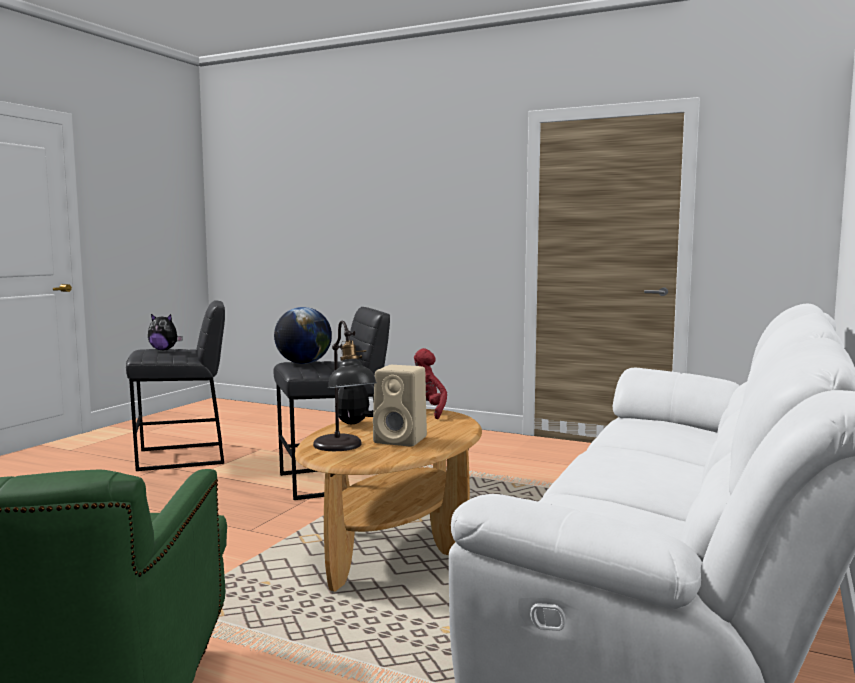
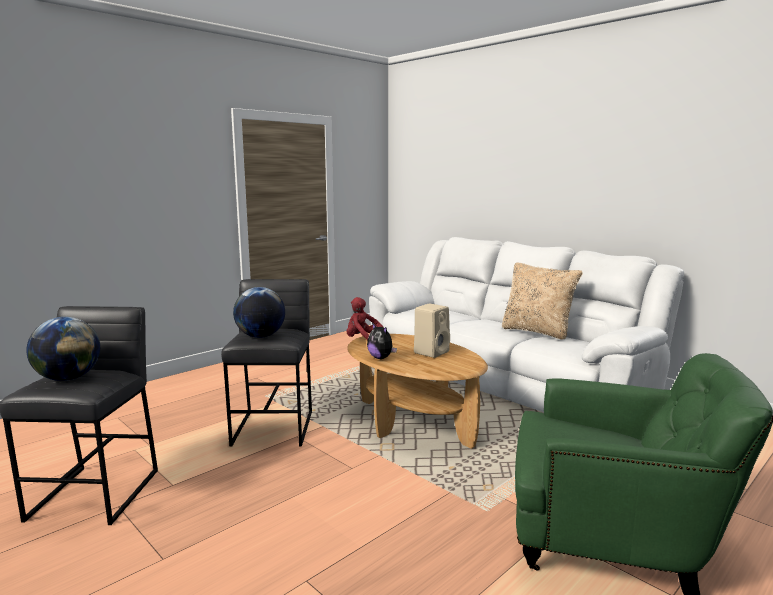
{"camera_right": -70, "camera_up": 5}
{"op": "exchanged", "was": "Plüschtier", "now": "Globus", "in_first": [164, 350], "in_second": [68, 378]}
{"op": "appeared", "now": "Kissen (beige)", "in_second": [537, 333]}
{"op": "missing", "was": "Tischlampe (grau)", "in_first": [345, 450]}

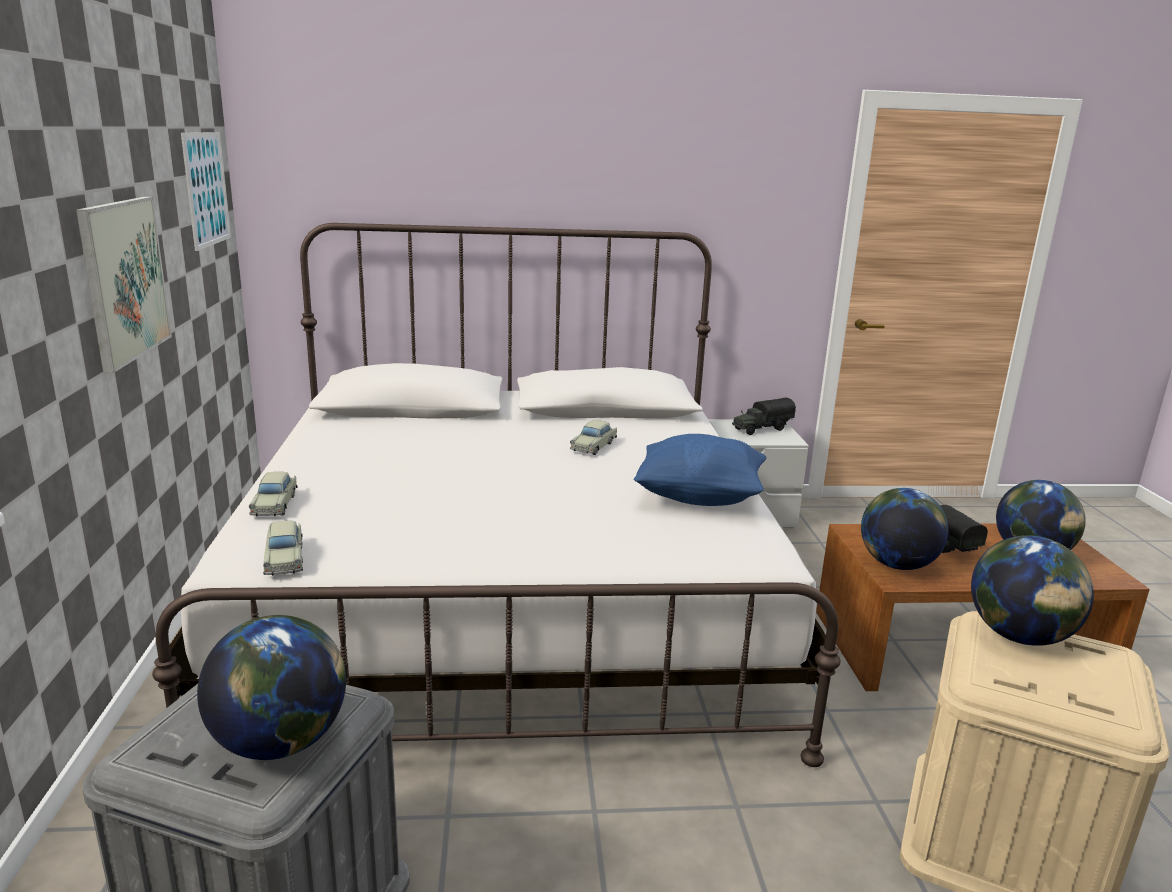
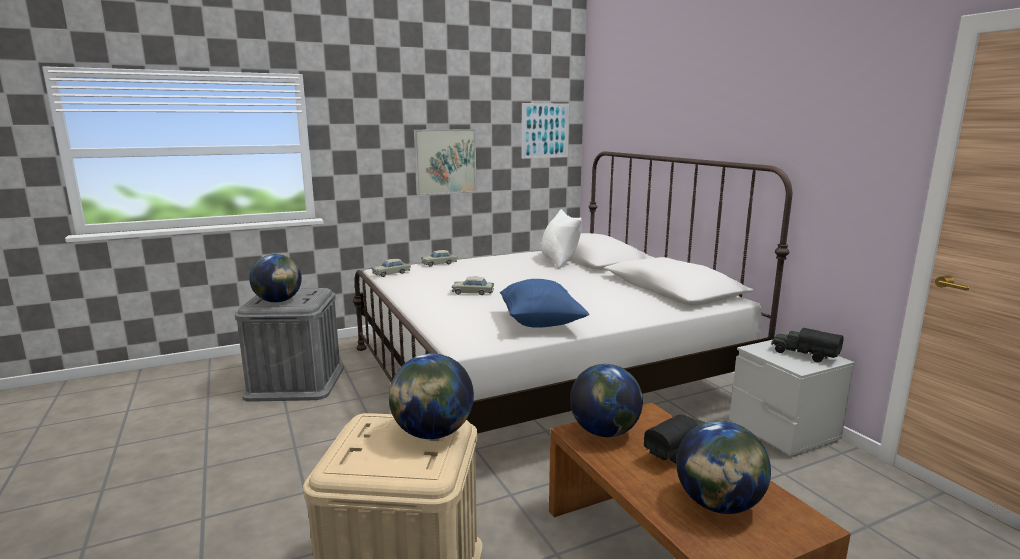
{"camera_right": 70, "camera_up": -5}
{"op": "relocated", "was": "Spielzeugauto (beige)", "in_first": [594, 446], "in_second": [472, 292]}
{"op": "appeared", "now": "Kissen (weiß)", "in_second": [559, 261]}

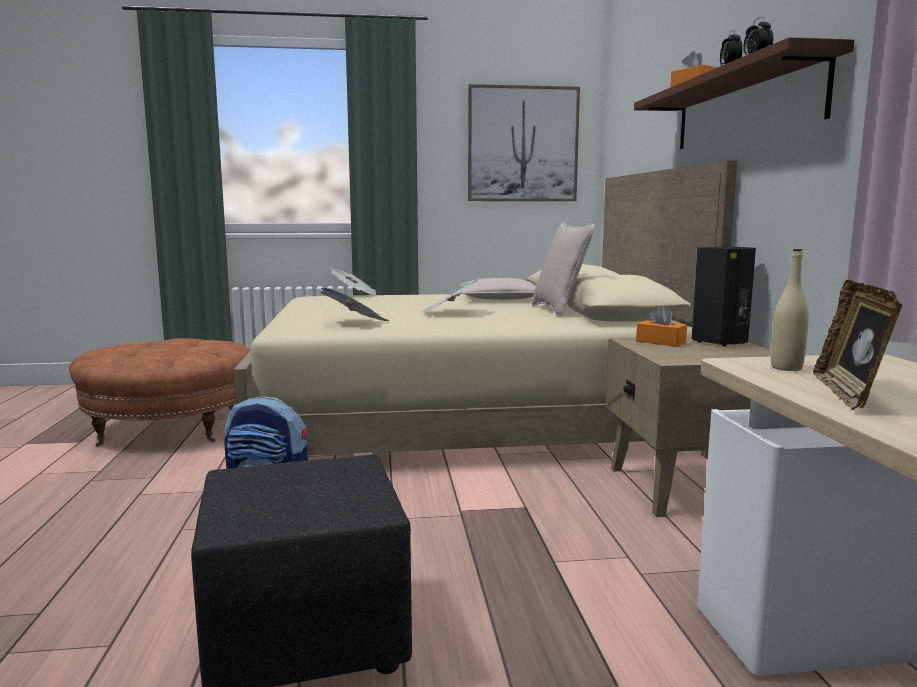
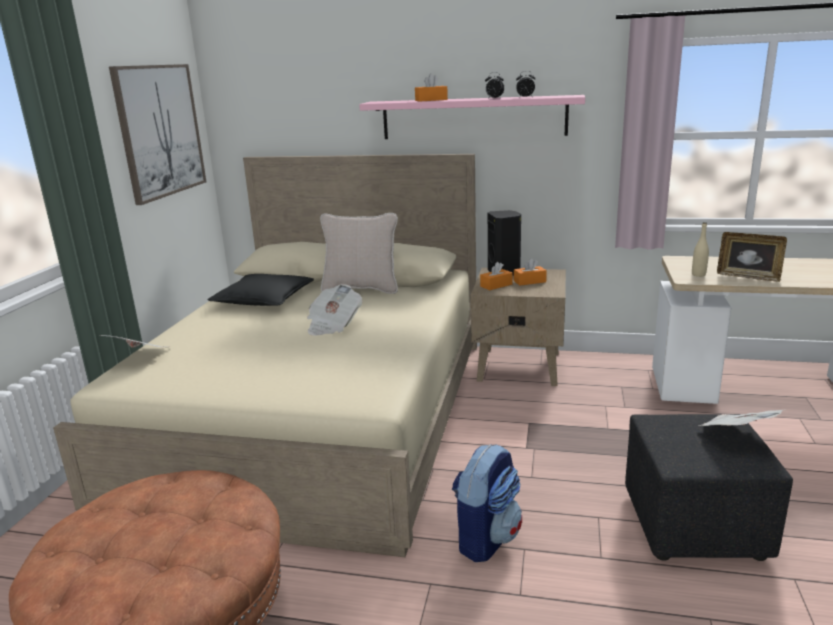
{"camera_right": -70, "camera_up": 10}
{"op": "colour", "was": "Kissen (beige)", "now": "Kissen (schwarz)", "in_first": [500, 298], "in_second": [263, 298]}
{"op": "colour", "was": "Wandregal (braun)", "now": "Wandregal (rosa)", "in_first": [743, 107], "in_second": [473, 118]}
{"op": "appeared", "now": "Taschentuchbox (orange)", "in_second": [529, 281]}
{"op": "relocated", "was": "Zeitung", "in_first": [355, 323], "in_second": [737, 435]}

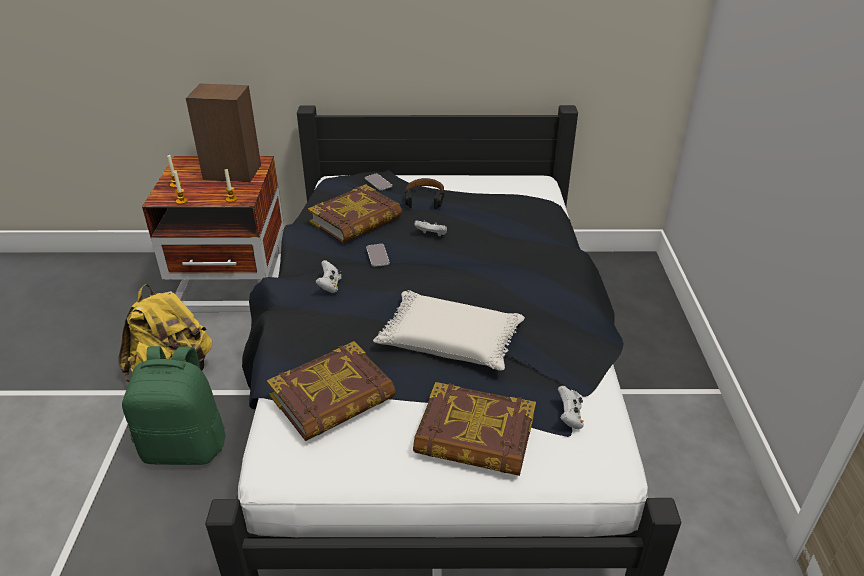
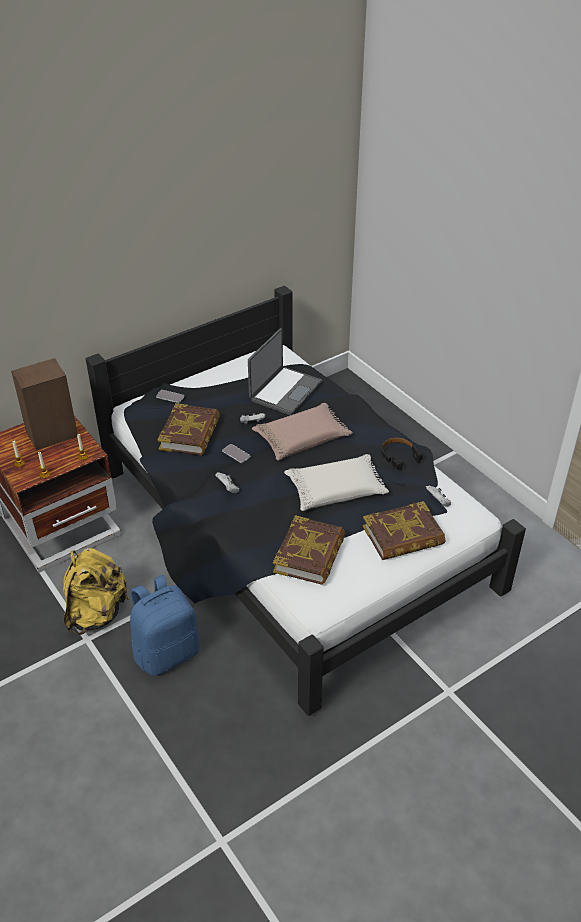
{"camera_right": -35, "camera_up": 5}
{"op": "colour", "was": "Rucksack (grün)", "now": "Rucksack (blau)", "in_first": [186, 446], "in_second": [167, 652]}
{"op": "appeared", "now": "Laptop", "in_second": [284, 391]}
{"op": "appeared", "now": "Kissen (beige)", "in_second": [302, 436]}
{"op": "relocated", "was": "Kopfhörer (schwarz)", "in_first": [424, 198], "in_second": [399, 456]}

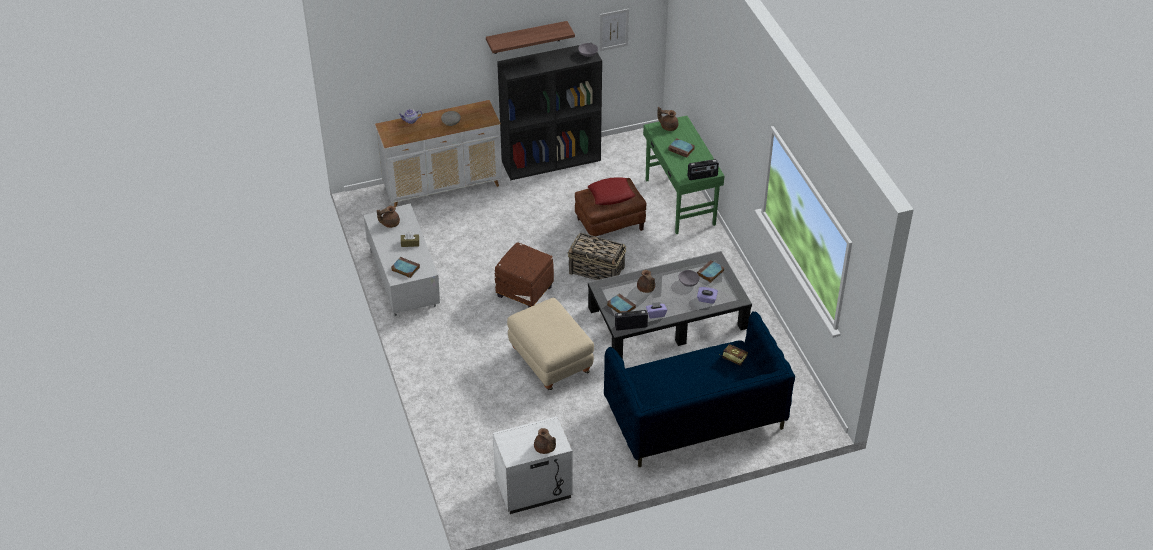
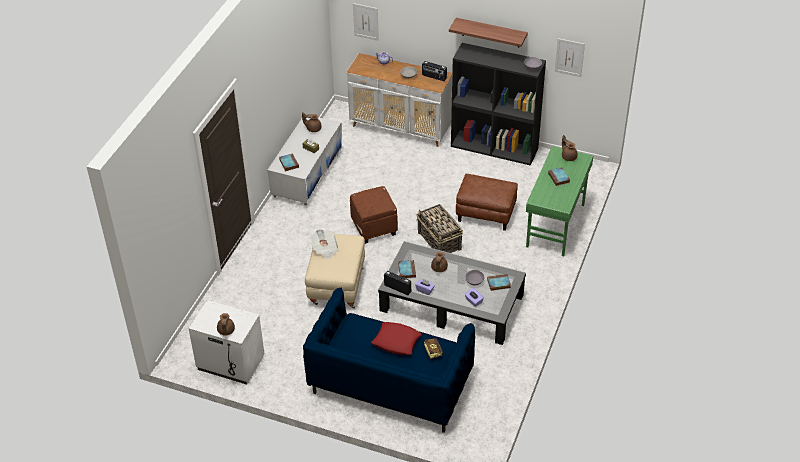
{"camera_right": 40, "camera_up": 0}
{"op": "appeared", "now": "Zeitung", "in_second": [325, 249]}
{"op": "appeared", "now": "Bild", "in_second": [366, 21]}
{"op": "relocated", "was": "Kissen (rot)", "in_first": [611, 195], "in_second": [396, 341]}
{"op": "relocated", "was": "Radio", "in_first": [702, 176], "in_second": [434, 77]}

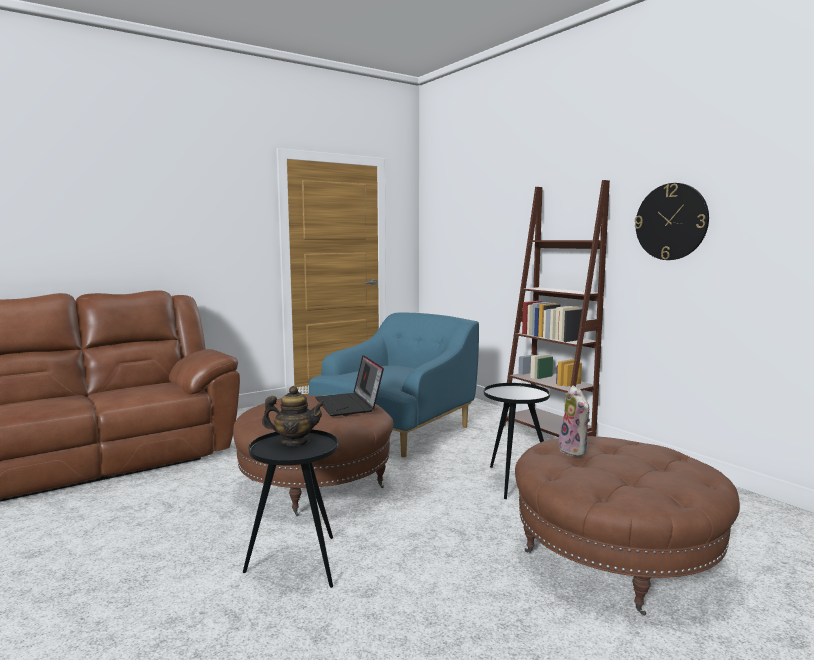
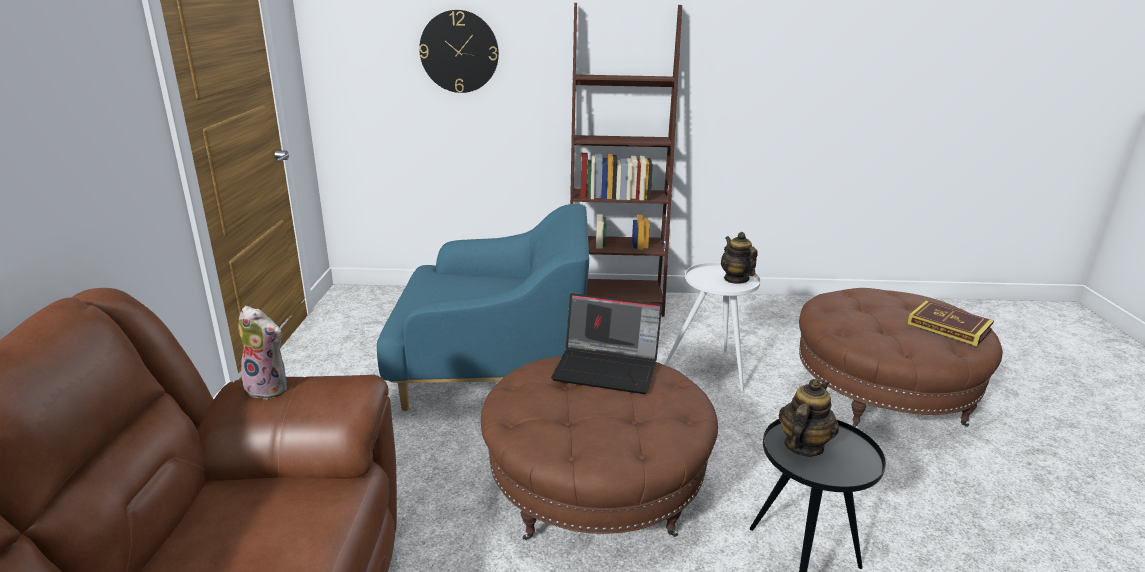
{"camera_right": -55, "camera_up": 15}
{"op": "relocated", "was": "Plüschtier", "in_first": [575, 451], "in_second": [270, 388]}
{"op": "spun", "was": "Sessel (blau)", "in_first": [397, 429], "in_second": [492, 369], "clockwise": 105}
{"op": "relocated", "was": "Wanduhr", "in_first": [671, 222], "in_second": [459, 52]}
{"op": "colour", "was": "Beistelltisch (schwarz)", "now": "Beistelltisch (weiß)", "in_first": [513, 482], "in_second": [711, 371]}
{"op": "appeared", "now": "Teekanne", "in_second": [736, 279]}
{"op": "appeared", "now": "Buch", "in_second": [948, 327]}

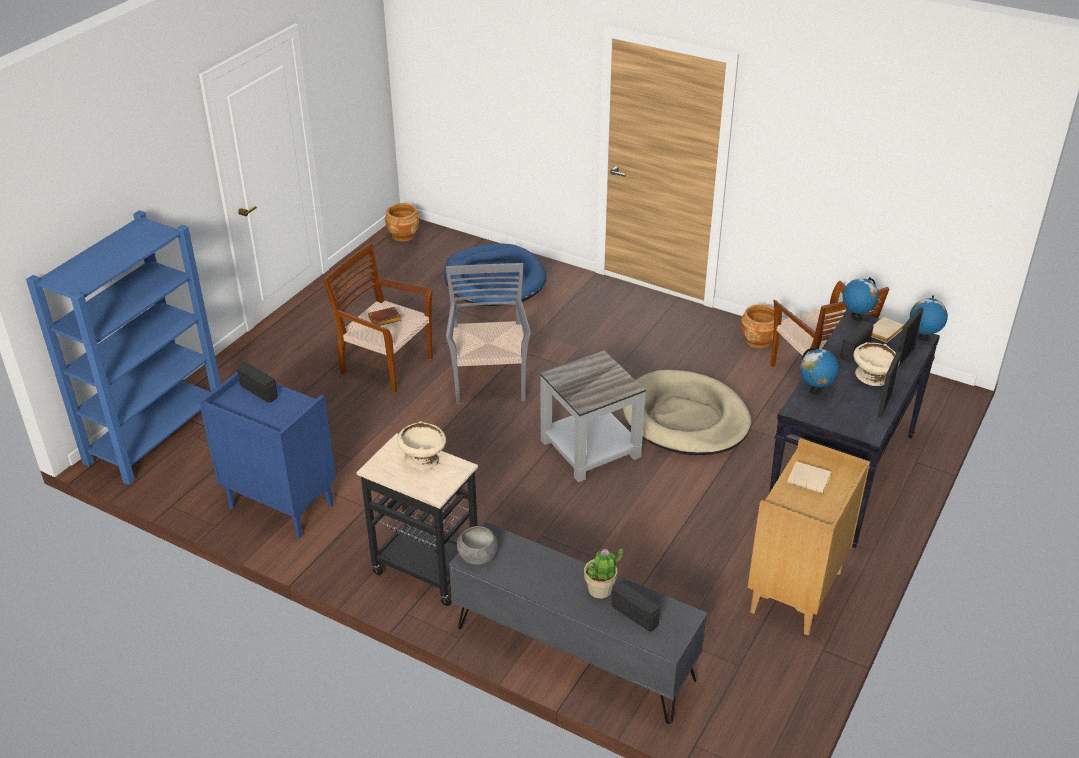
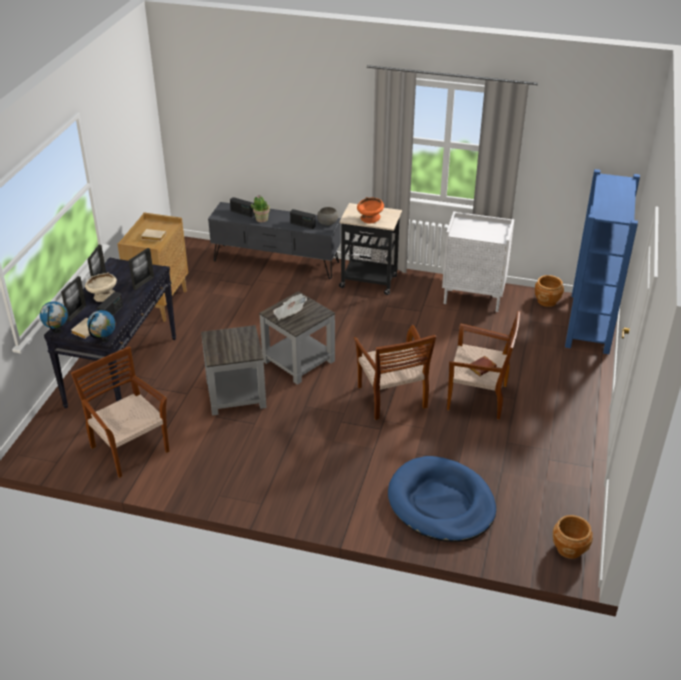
{"camera_right": 165, "camera_up": 0}
{"op": "exchanged", "was": "Globus", "now": "Bilderrahmen", "in_first": [815, 390], "in_second": [143, 283]}
{"op": "exchanged", "was": "Hundebett (beige)", "now": "Beistelltisch (grau)", "in_first": [685, 418], "in_second": [235, 393]}
{"op": "appeared", "now": "Zeitung", "in_second": [289, 314]}
{"op": "relocated", "was": "Radio", "in_first": [259, 391], "in_second": [302, 225]}
{"op": "colour", "was": "Sessel (grau)", "now": "Sessel (braun)", "in_first": [489, 381], "in_second": [392, 398]}
{"op": "colour", "was": "Schüssel (beige)", "now": "Schüssel (orange)", "in_first": [423, 459], "in_second": [370, 219]}
{"op": "colour", "was": "Schrank (blau)", "now": "Schrank (weiß)", "in_first": [280, 505], "in_second": [473, 298]}
{"op": "relocated", "was": "Pflanzkübel (braun)", "in_first": [758, 340], "in_second": [547, 301]}

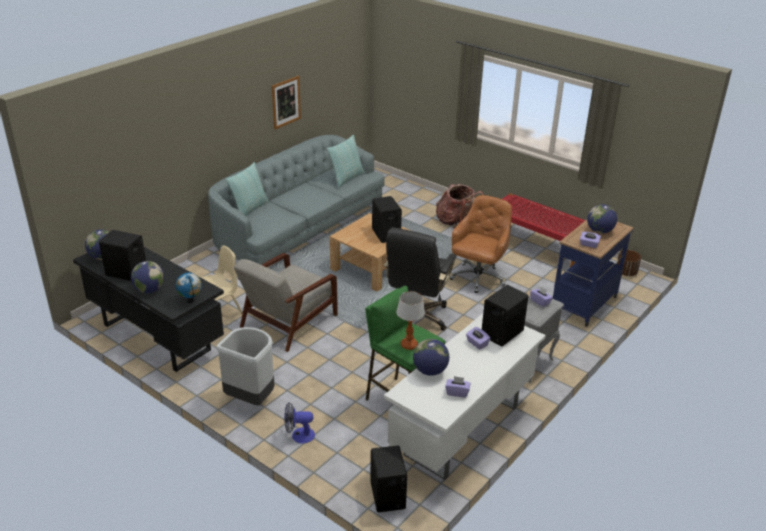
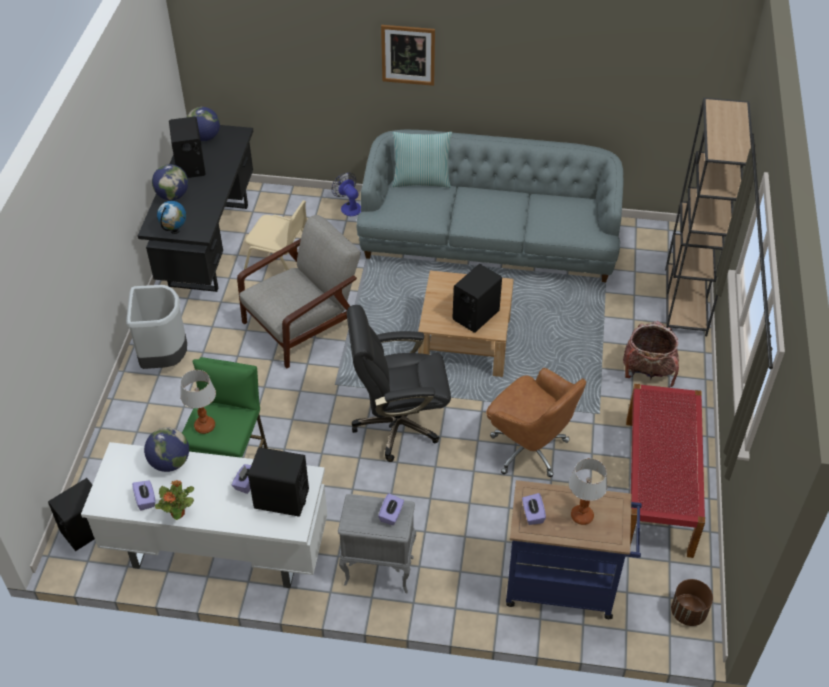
{"camera_right": 60, "camera_up": 15}
{"op": "appeared", "now": "Topfpflanze", "in_second": [178, 513]}
{"op": "spun", "was": "Sessel (grau)", "in_first": [287, 322], "in_second": [304, 323], "clockwise": 135}
{"op": "relocated", "was": "Ventilator", "in_first": [298, 435], "in_second": [349, 207]}
{"op": "relocated", "was": "Bild", "in_first": [286, 102], "in_second": [408, 55]}
{"op": "spun", "was": "Bürostuhl (braun)", "in_first": [478, 278], "in_second": [528, 449], "clockwise": 45}
{"op": "exchanged", "was": "Globus", "now": "Tischlampe", "in_first": [599, 231], "in_second": [581, 516]}
{"op": "appeared", "now": "Bücherregal", "in_second": [686, 302]}
{"op": "missing", "was": "Kissen", "in_first": [346, 178]}

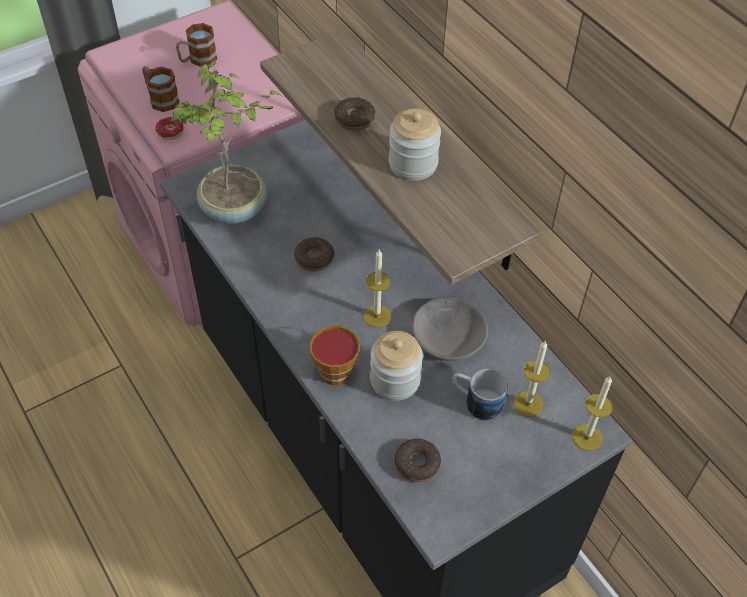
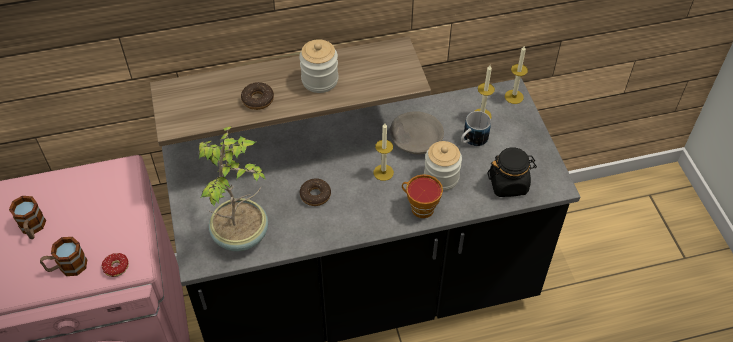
{"camera_right": -70, "camera_up": 0}
{"op": "exchanged", "was": "Donut", "now": "Vorratsglas (schwarz)", "in_first": [417, 464], "in_second": [508, 184]}

